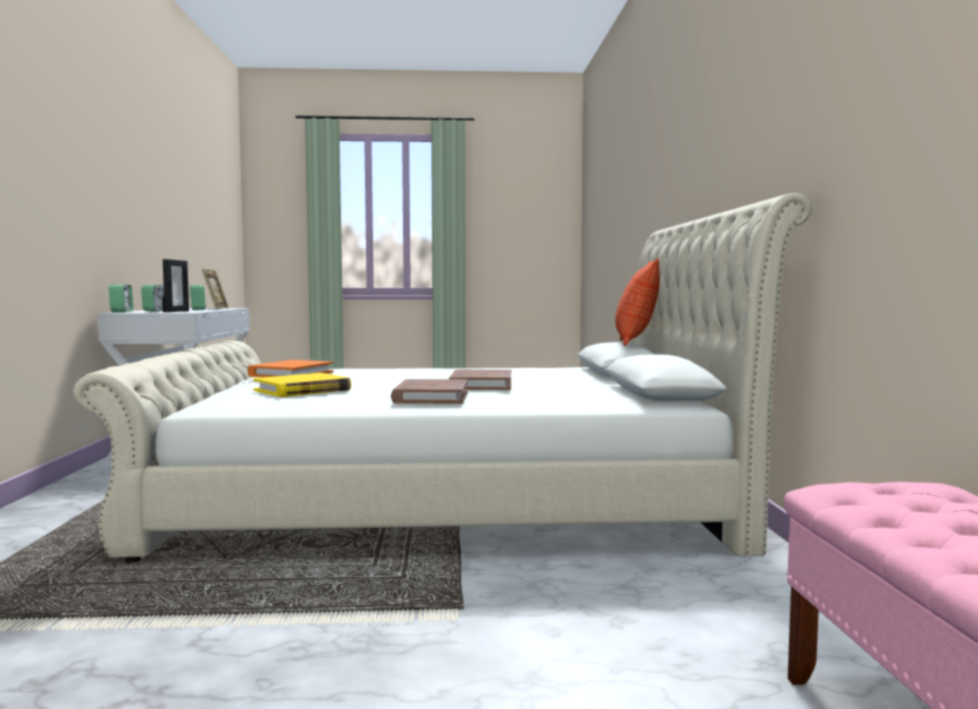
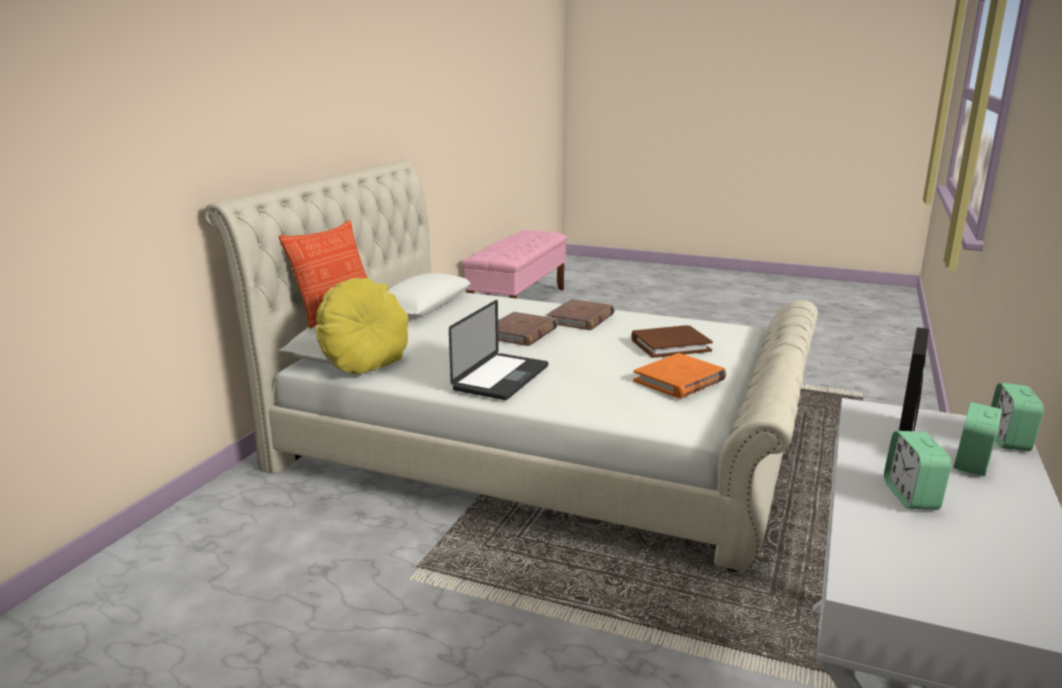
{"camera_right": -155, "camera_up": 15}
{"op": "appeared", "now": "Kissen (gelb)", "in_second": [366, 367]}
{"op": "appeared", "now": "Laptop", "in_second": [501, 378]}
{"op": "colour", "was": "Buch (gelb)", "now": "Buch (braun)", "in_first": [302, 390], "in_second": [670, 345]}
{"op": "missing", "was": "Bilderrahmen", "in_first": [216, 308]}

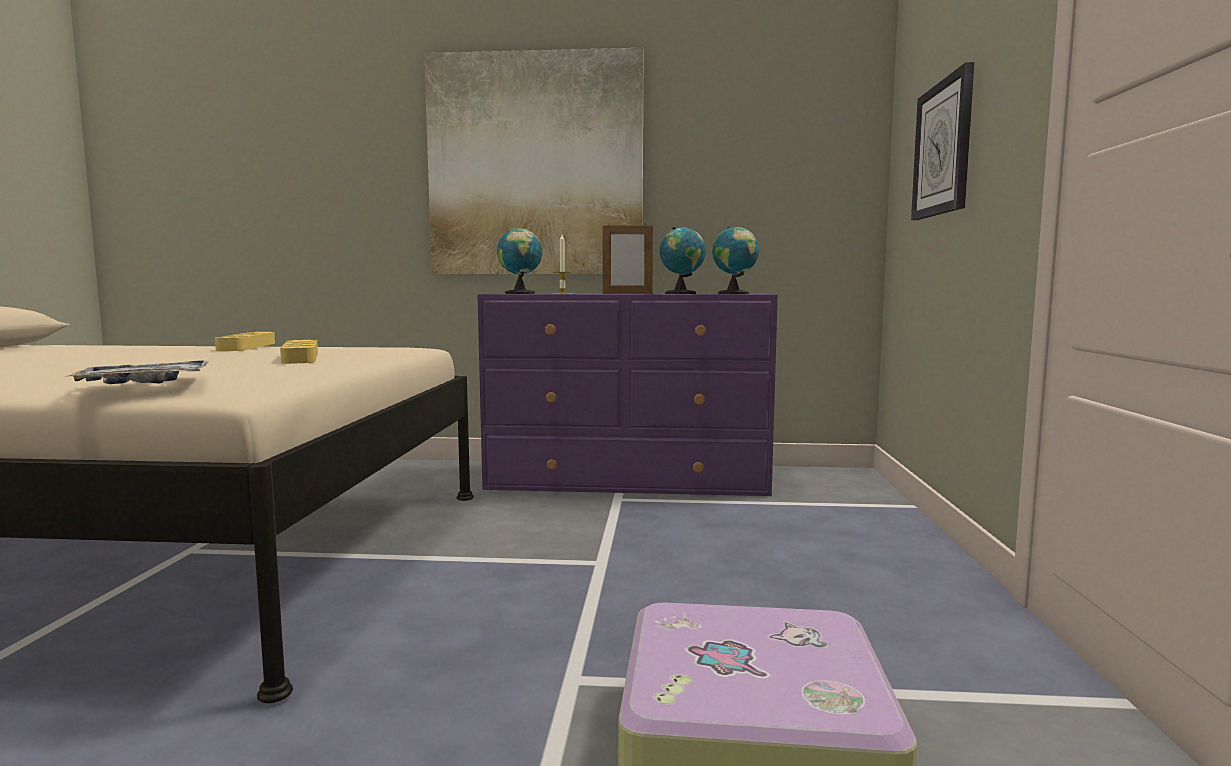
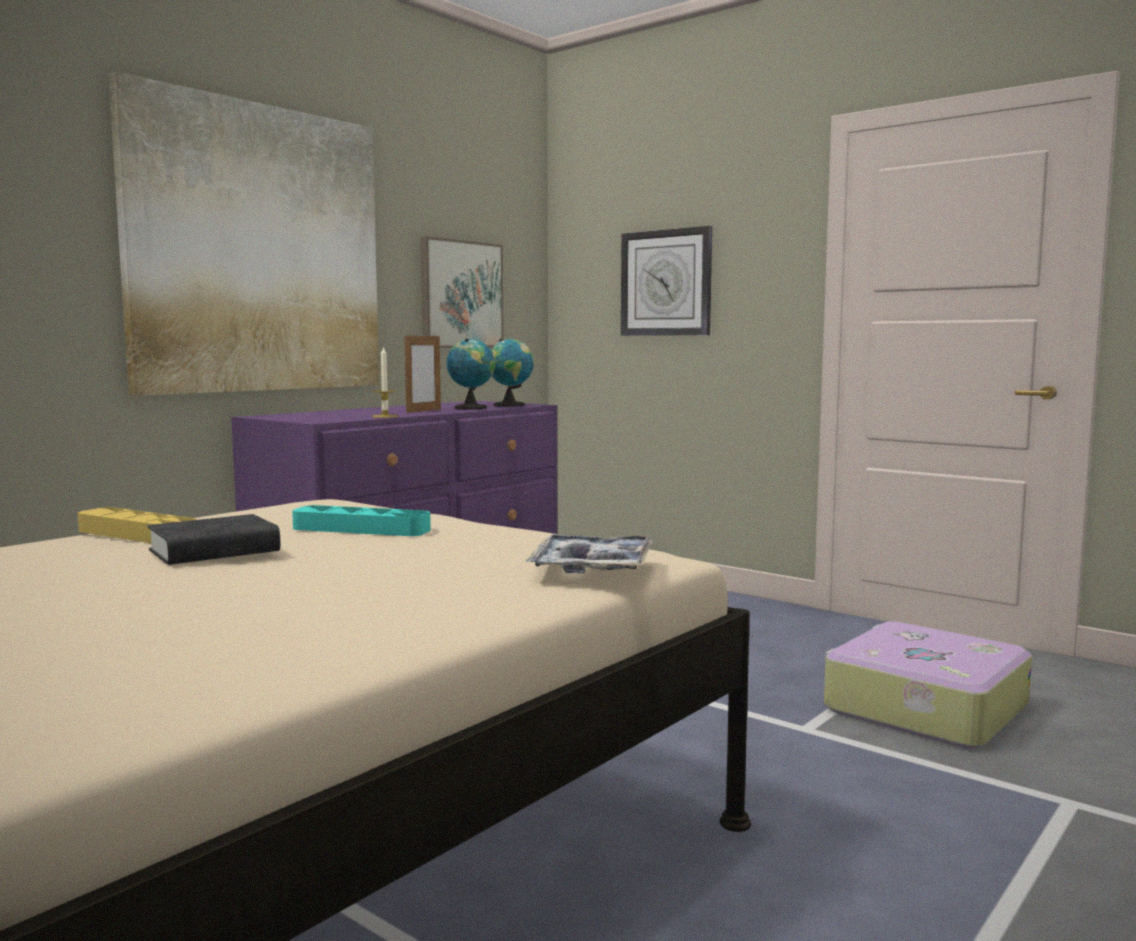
{"camera_right": -55, "camera_up": 0}
{"op": "appeared", "now": "Buch (schwarz)", "in_second": [214, 551]}
{"op": "colour", "was": "Tablett (gelb)", "now": "Tablett (türkis)", "in_first": [300, 357], "in_second": [361, 529]}
{"op": "appeared", "now": "Bild", "in_second": [461, 294]}
{"op": "missing", "was": "Globus", "in_first": [521, 293]}

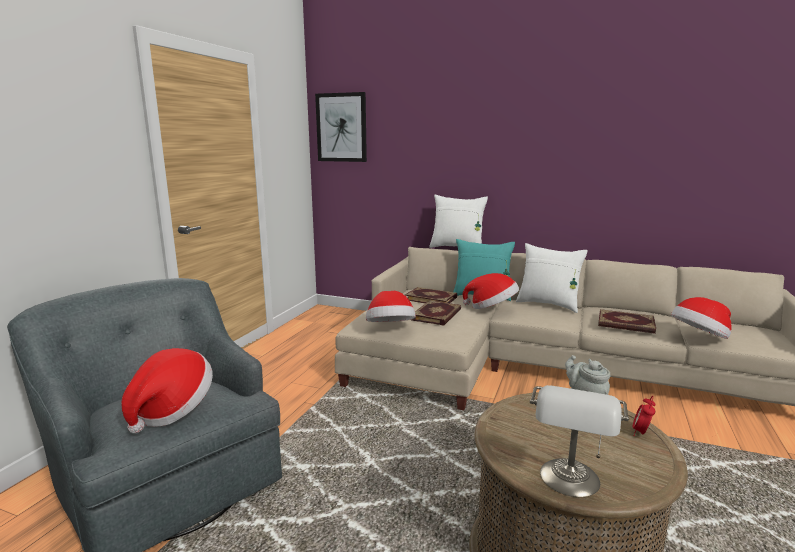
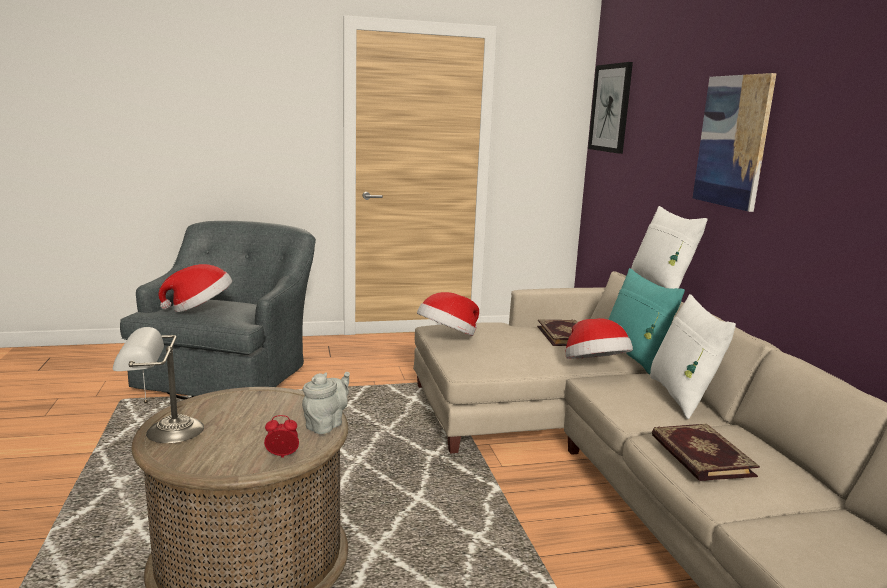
{"camera_right": 55, "camera_up": 0}
{"op": "appeared", "now": "Bild", "in_second": [733, 141]}
{"op": "missing", "was": "Buch", "in_first": [437, 315]}
{"op": "missing", "was": "Hut", "in_first": [699, 337]}

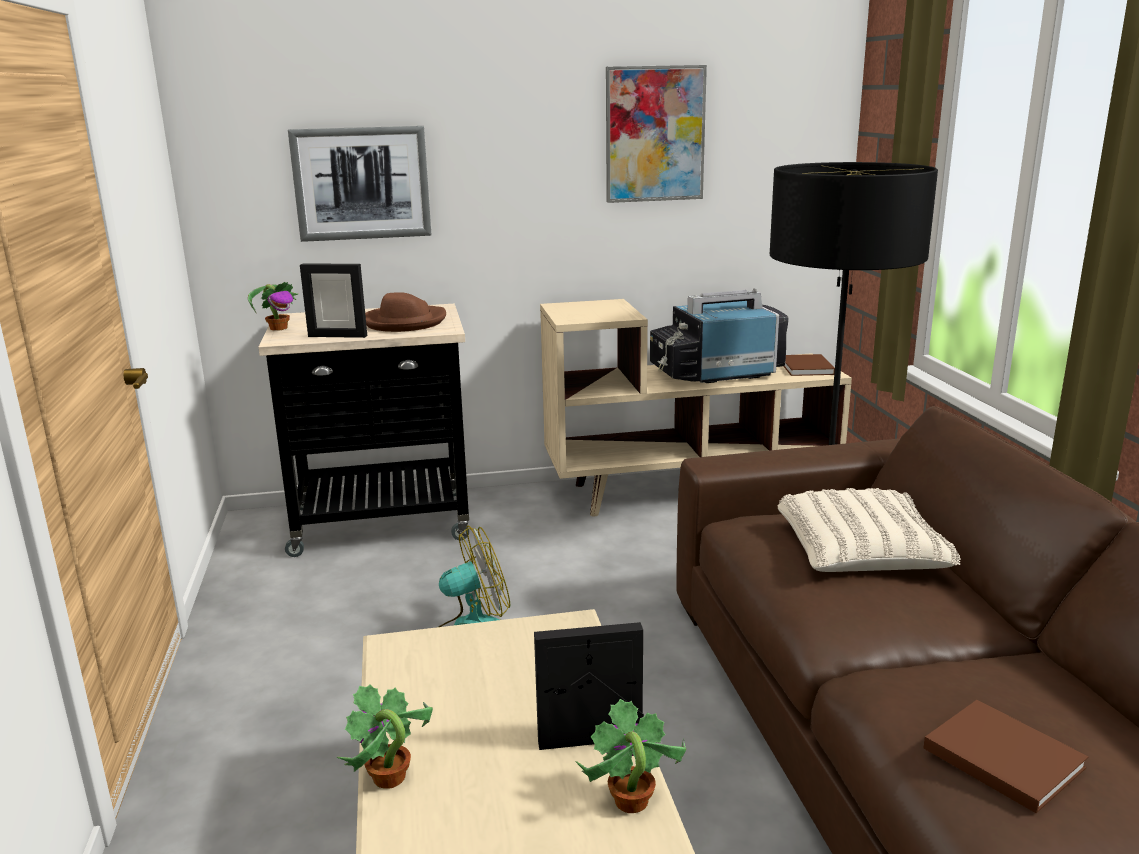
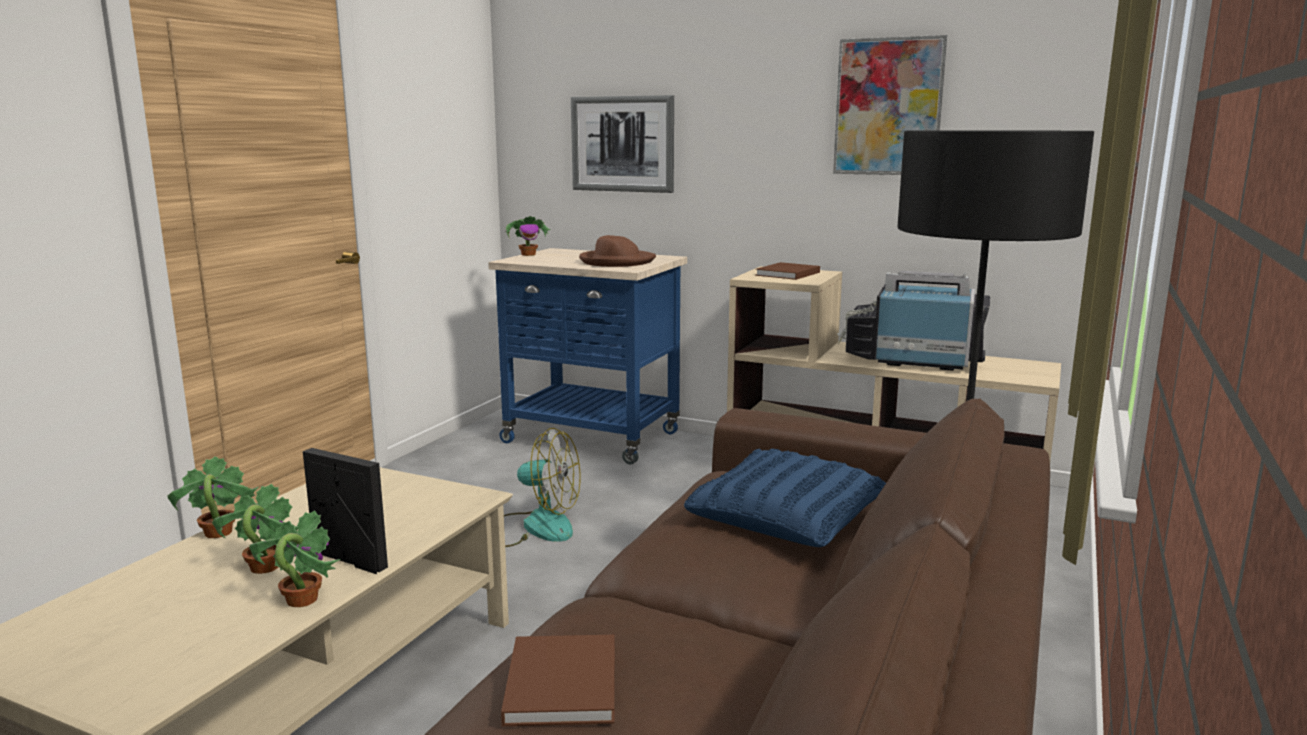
{"camera_right": 35, "camera_up": -5}
{"op": "appeared", "now": "Topfpflanze", "in_second": [263, 567]}
{"op": "colour", "was": "Rollwagen (schwarz)", "now": "Rollwagen (blau)", "in_first": [383, 523], "in_second": [593, 438]}
{"op": "colour", "was": "Kissen (beige)", "now": "Kissen (blau)", "in_first": [861, 550], "in_second": [785, 517]}
{"op": "relocated", "was": "Buch (braun)", "in_first": [806, 368], "in_second": [787, 274]}
{"op": "missing", "was": "Bilderrahmen", "in_first": [338, 335]}

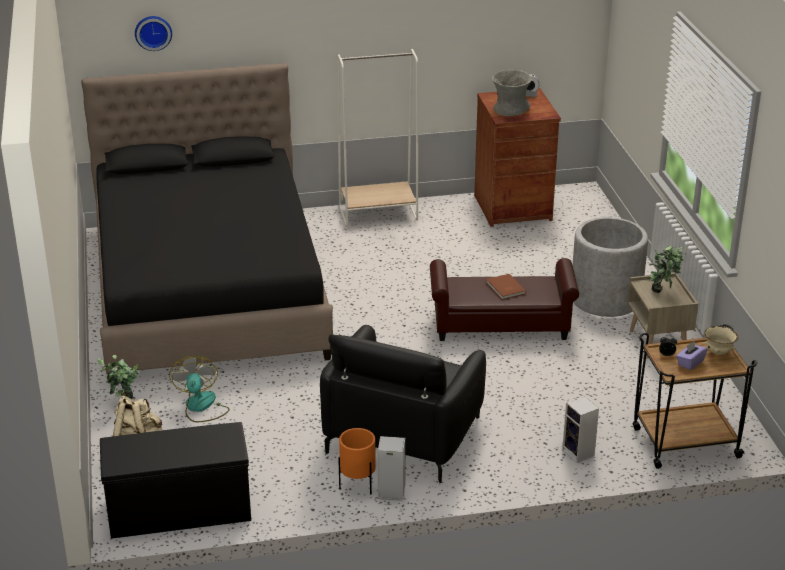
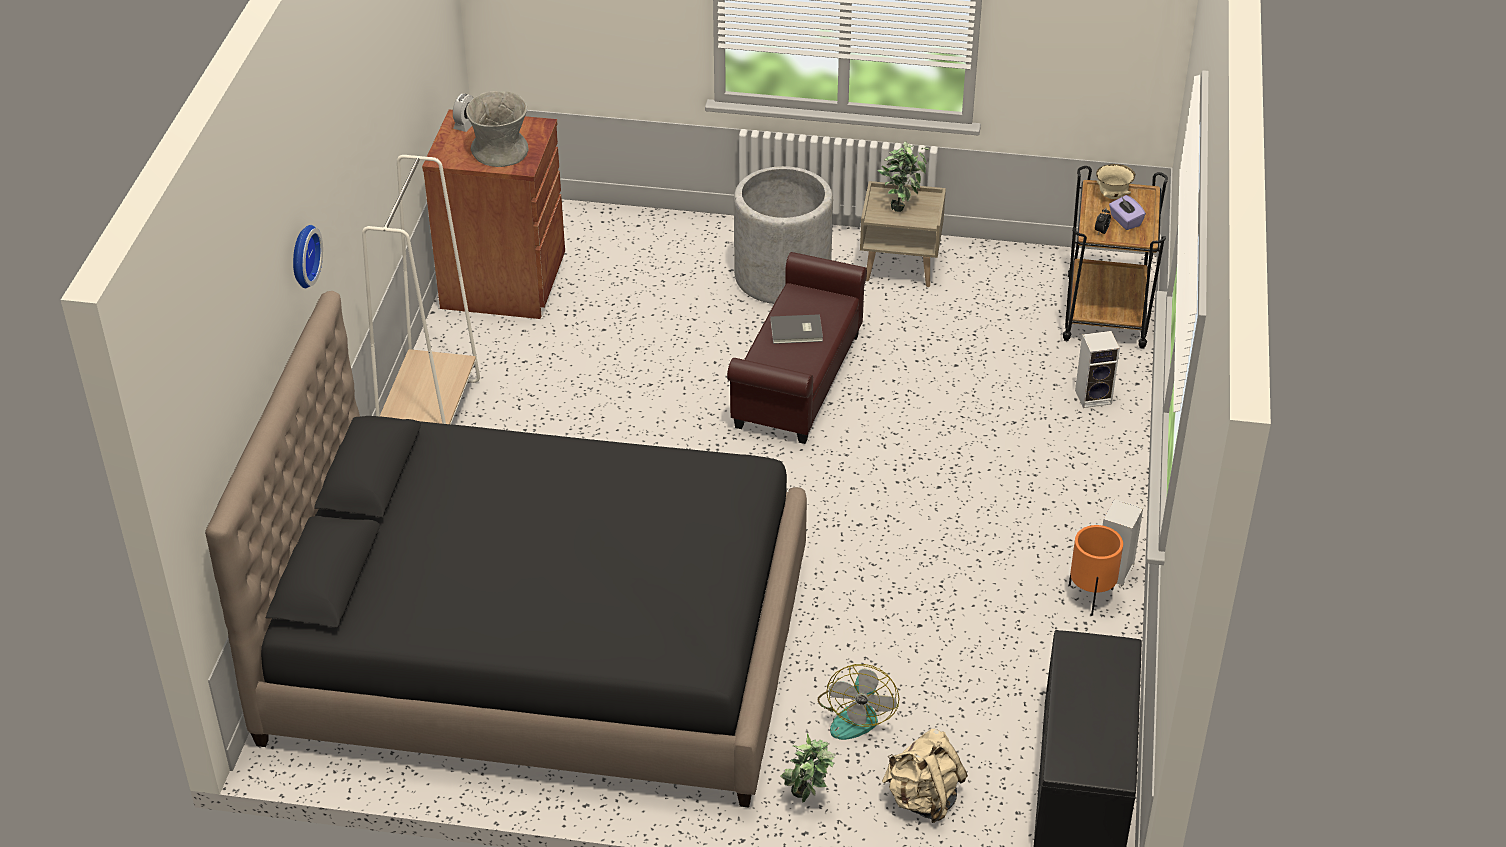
{"camera_right": -70, "camera_up": 10}
{"op": "relocated", "was": "Wanduhr", "in_first": [153, 32], "in_second": [302, 256]}
{"op": "colour", "was": "Buch (braun)", "now": "Buch (grau)", "in_first": [505, 288], "in_second": [797, 331]}
{"op": "spun", "was": "Ventilator", "in_first": [201, 407], "in_second": [856, 714], "clockwise": -90}
{"op": "missing", "was": "Sessel (schwarz)", "in_first": [403, 435]}

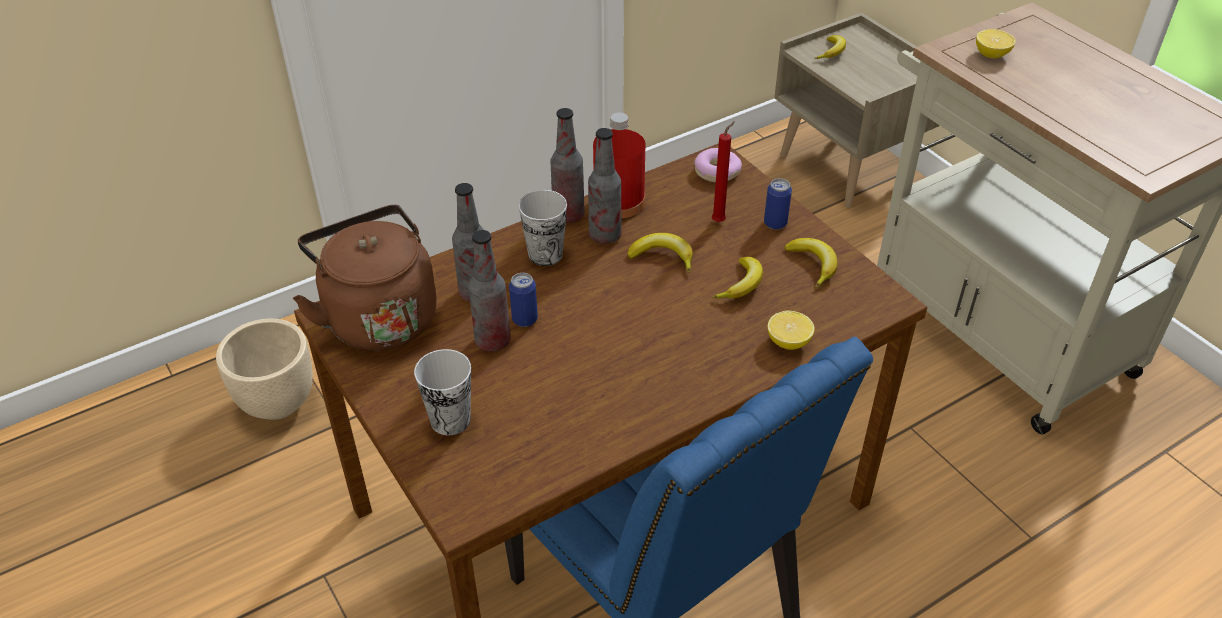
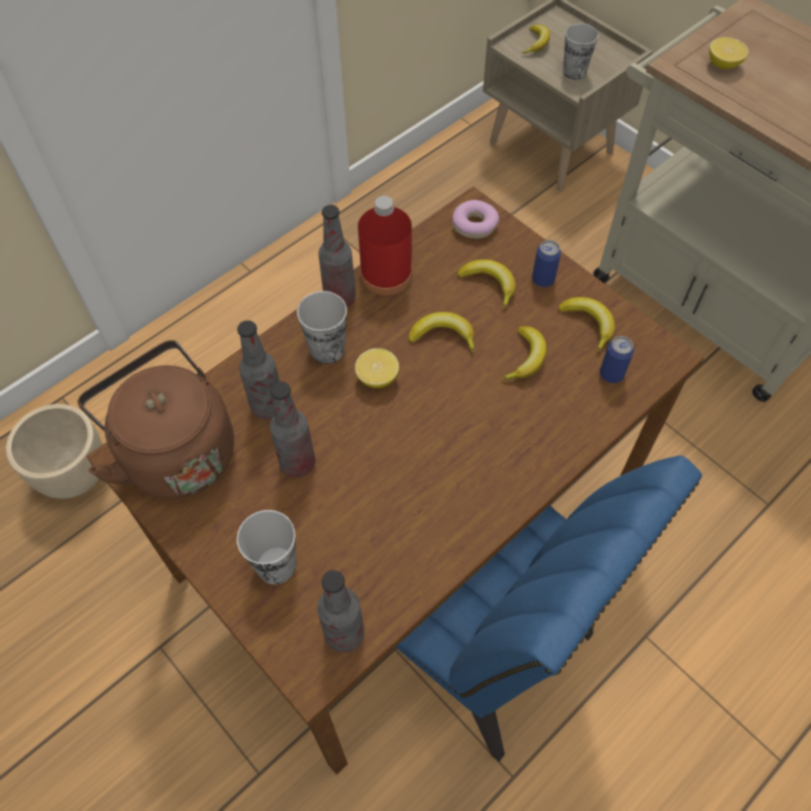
{"camera_right": -10, "camera_up": 15}
{"op": "relocated", "was": "Flasche", "in_first": [605, 236], "in_second": [344, 633]}
{"op": "relocated", "was": "Zitrone", "in_first": [788, 342], "in_second": [377, 377]}
{"op": "exchanged", "was": "Kerze (rot)", "now": "Banane", "in_first": [720, 221], "in_second": [489, 284]}
{"op": "appeared", "now": "Tasse", "in_second": [574, 72]}
{"op": "relocated", "was": "Dose", "in_first": [525, 319], "in_second": [611, 374]}

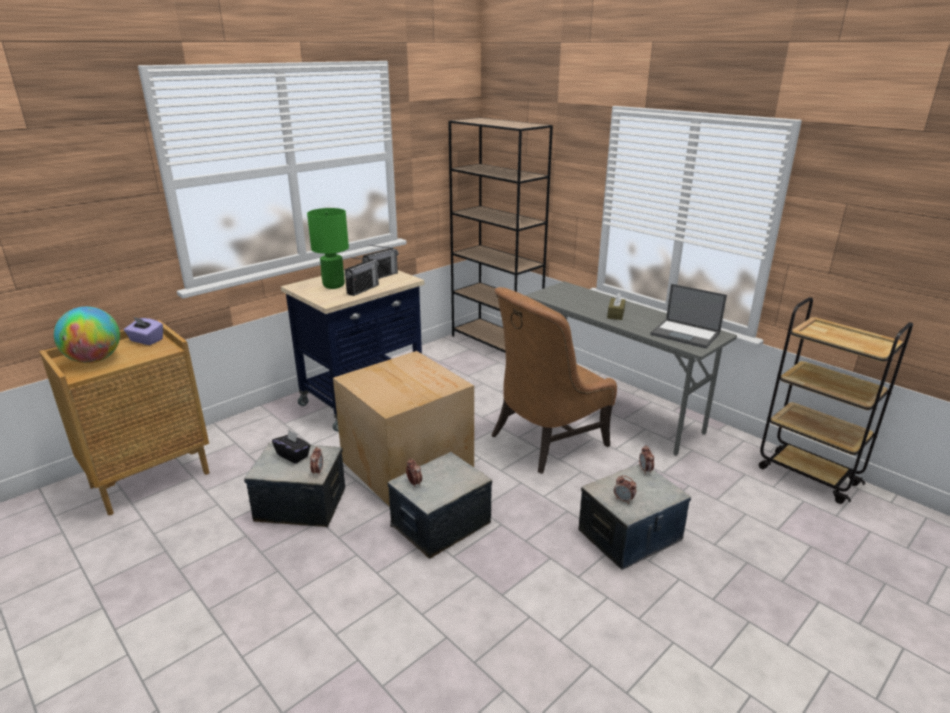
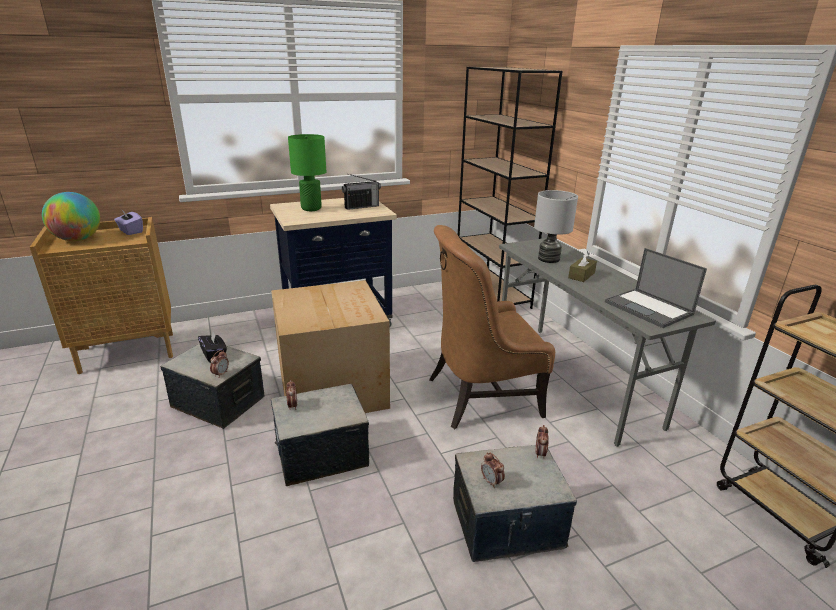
{"camera_right": 20, "camera_up": 0}
{"op": "appeared", "now": "Tischlampe (grau)", "in_second": [548, 259]}
{"op": "missing", "was": "Radio", "in_first": [363, 289]}

